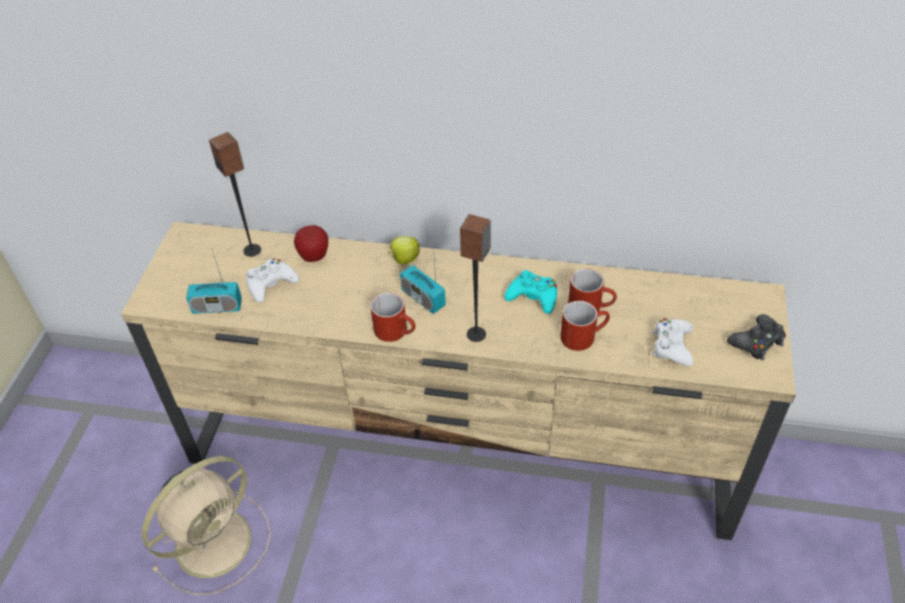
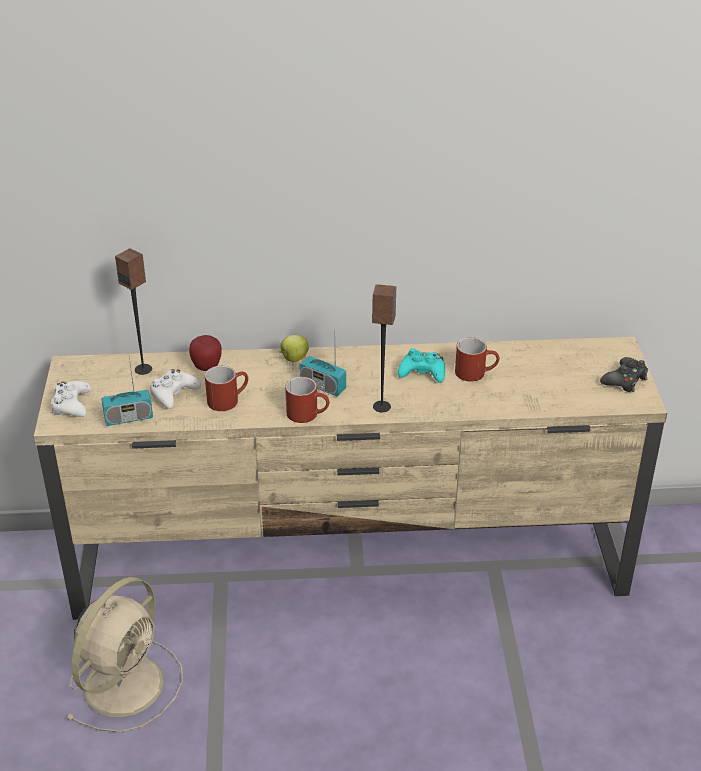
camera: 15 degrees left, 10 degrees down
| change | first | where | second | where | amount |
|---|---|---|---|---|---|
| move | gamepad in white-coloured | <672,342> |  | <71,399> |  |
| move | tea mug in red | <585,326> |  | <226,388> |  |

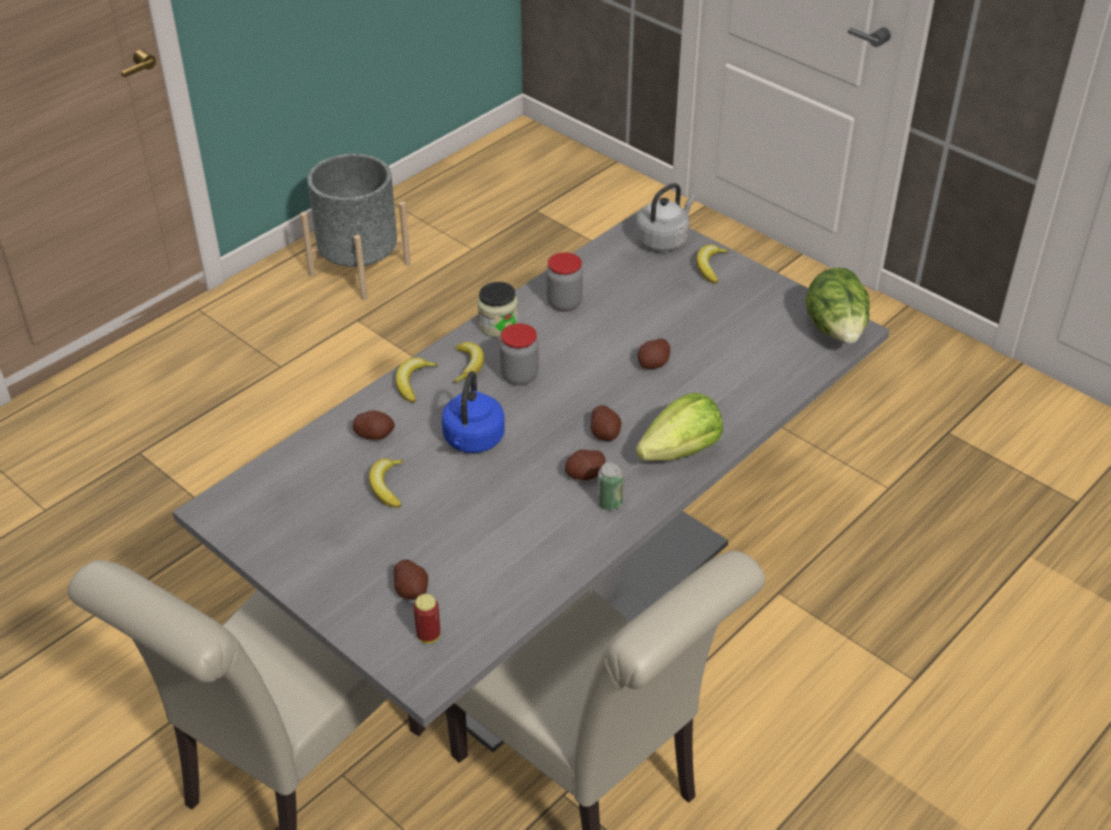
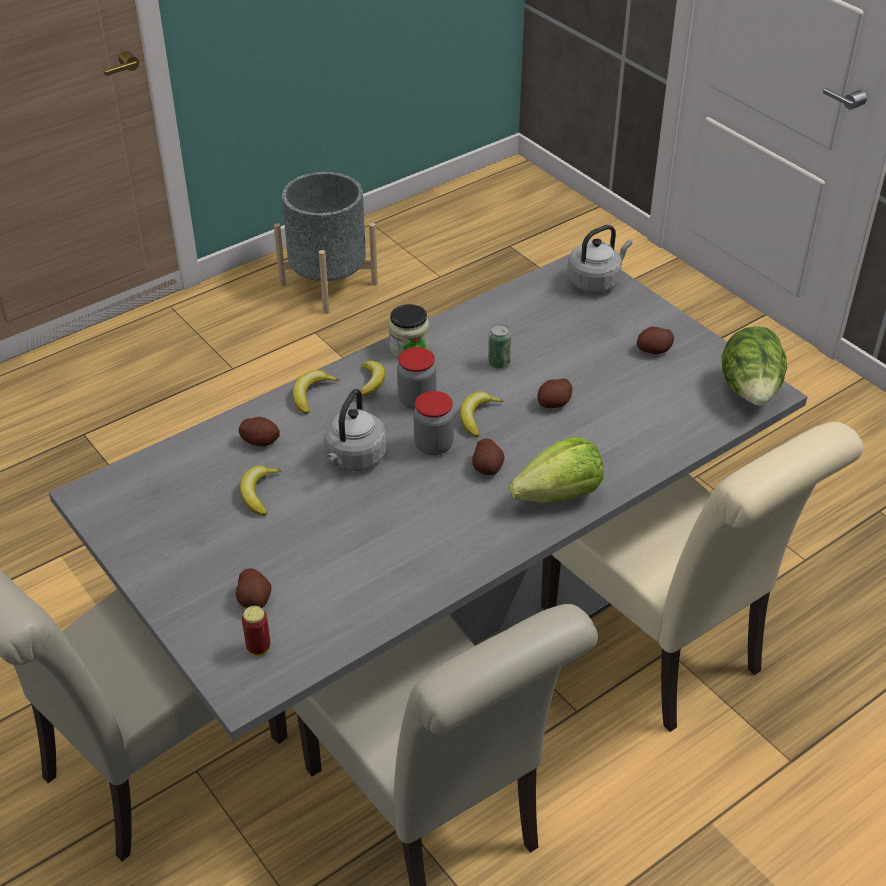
camera: 10 degrees right, 0 degrees up
| change | first | where | second | where | amount |
|---|---|---|---|---|---|
| recolor | tea kettle in blue-coloured | <473,412> | tea kettle in grey | <355,430> |  |
| move | preserve jar | <564,281> |  | <434,423> |  |
| move | whole banana | <712,264> |  | <482,414> |  |
| move | metal can | <610,486> |  | <499,346> |  |
| insert |  |  | plain chair in beige-coloured | <702,577> |  |
| move | potato | <585,464> |  | <655,340> |  |

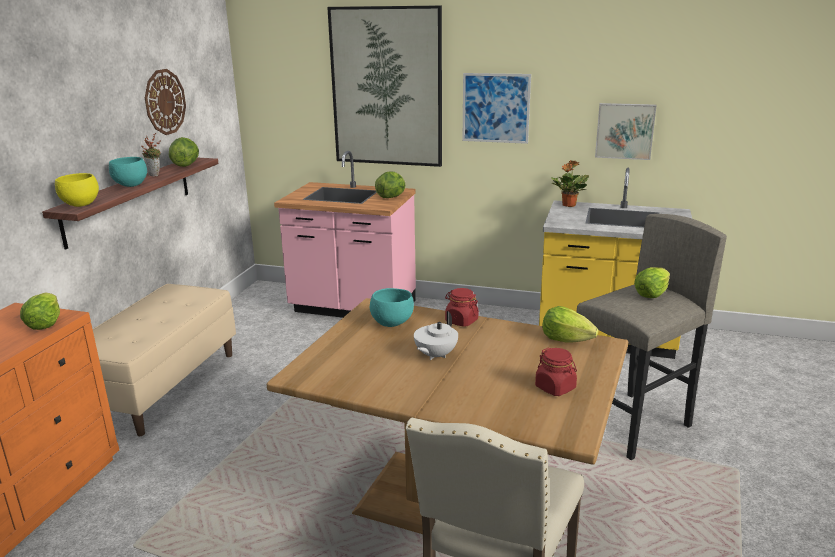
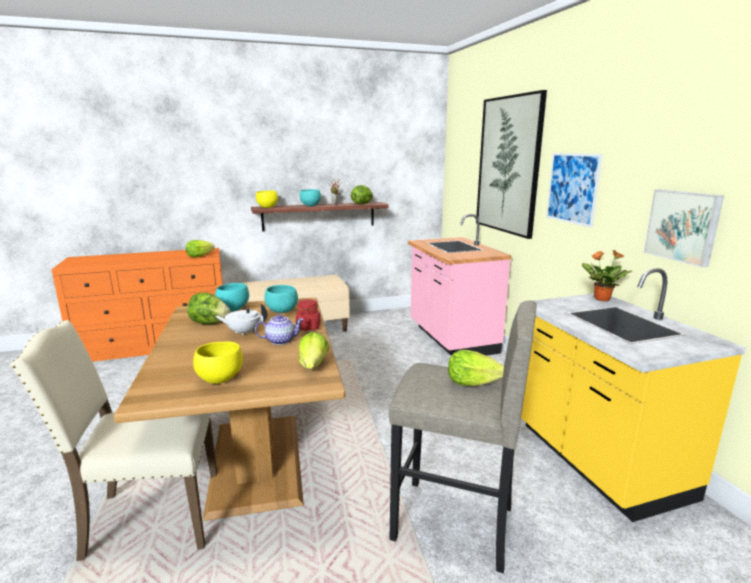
camera: 55 degrees right, 5 degrees down
| change | first | where | second | where | amount |
|---|---|---|---|---|---|
| move | head of lettuce | <390,185> |  | <208,308> |  |
| replace | preserve jar in red | <556,372> | serving bowl in yellowish | <218,362> |  |
| insert |  |  | serving bowl in turquoise-coloured | <232,297> |  |
| insert |  |  | pot for tea | <279,329> |  |
| delete | wall clock | <165,102> |  |  |  |

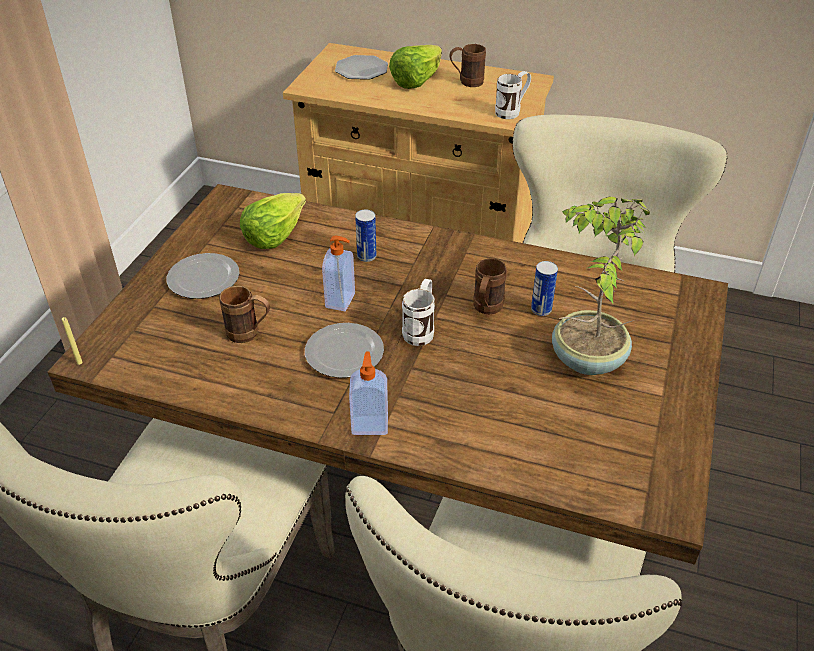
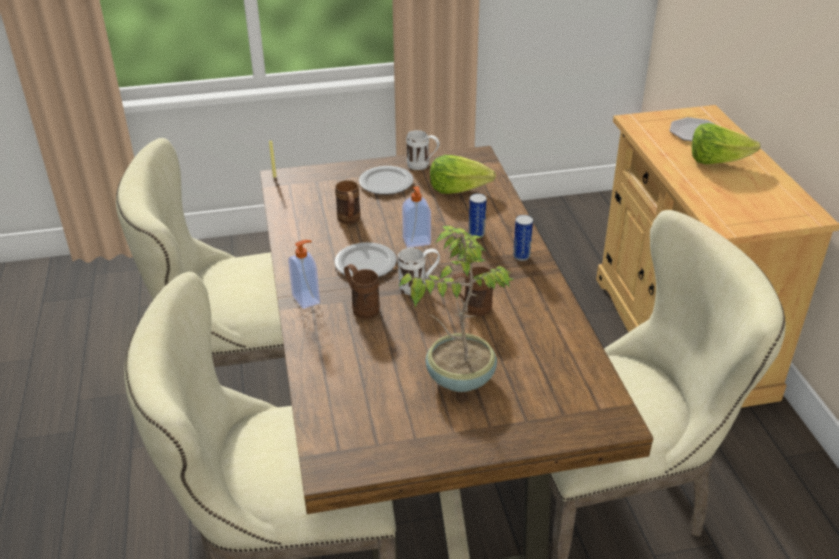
camera: 60 degrees right, 5 degrees down
| change | first | where | second | where | amount |
|---|---|---|---|---|---|
| move | tea mug in brown | <467,65> |  | <362,291> |  |
| move | tea mug in white-coloured | <513,95> |  | <423,150> |  |
| move | metal can | <544,288> |  | <523,238> |  |

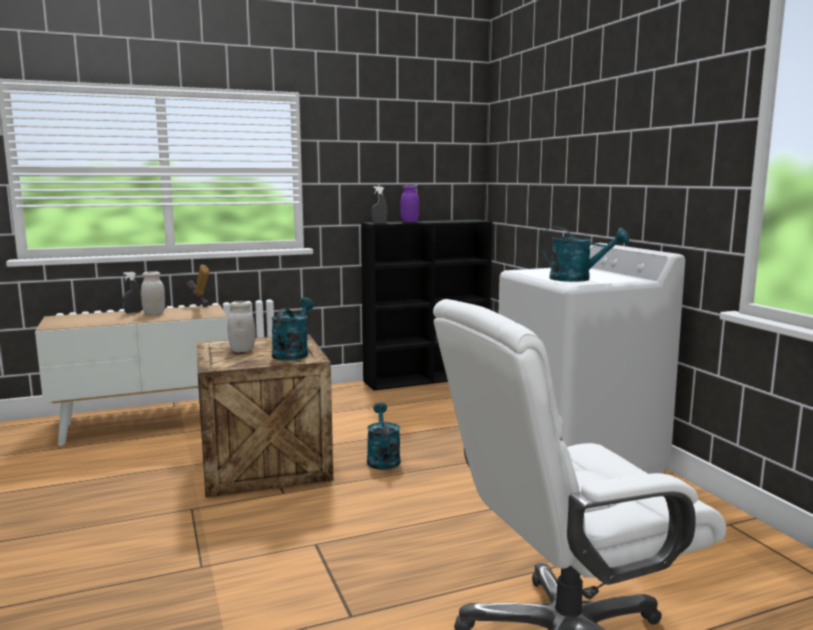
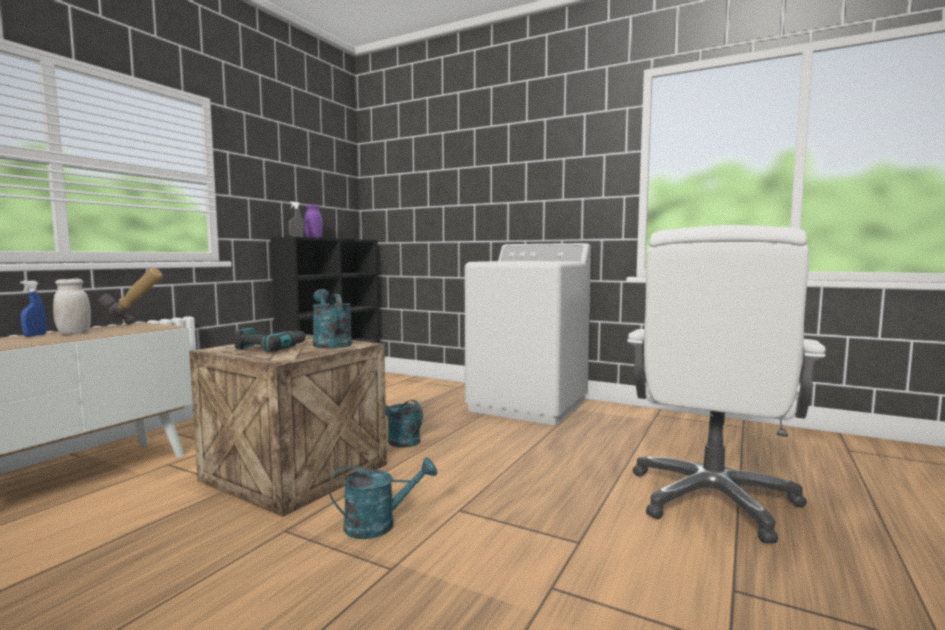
camera: 40 degrees left, 5 degrees down
| change | first | where | second | where | amount |
|---|---|---|---|---|---|
| recolor | hand sprayer in grey | <132,292> | hand sprayer in blue-coloured | <33,308> |  |
| replace | preserve jar in white-coloured | <241,326> | electric drill | <270,340> |  |
| move | watering pot in turquoise-coloured | <585,254> |  | <383,498> |  |

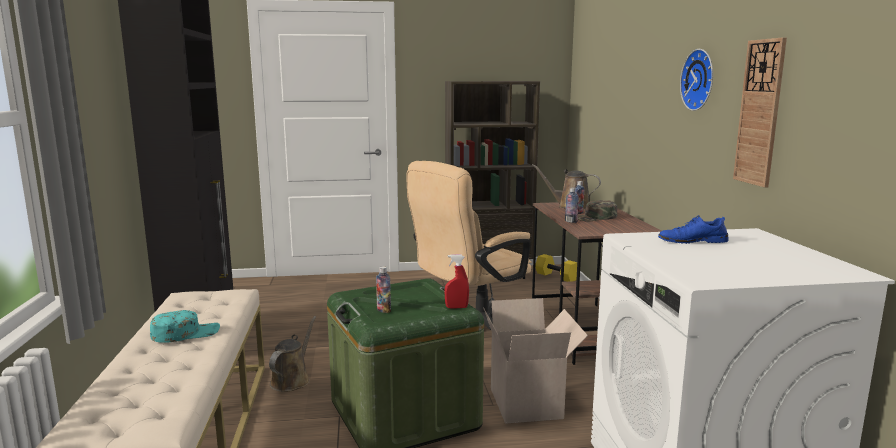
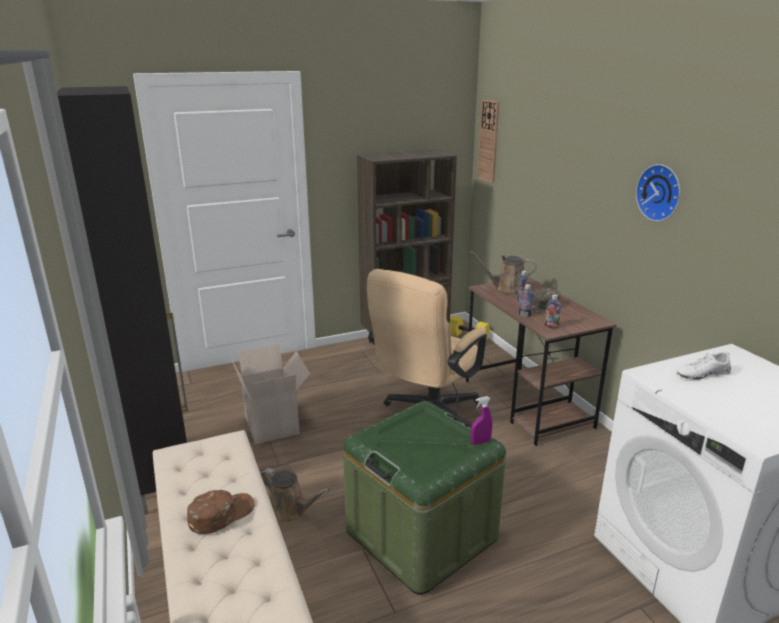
camera: 15 degrees left, 10 degrees up
| change | first | where | second | where | amount |
|---|---|---|---|---|---|
| recolor | baseball cap in turquoise-coloured | <185,326> | baseball cap in brown | <221,512> |  |
| move | carton | <536,361> |  | <271,394> |  |
| rotate | watering pot in brown | <292,354> |  | <295,495> | 120 degrees clockwise |
| recolor | hand sprayer in red | <456,281> | hand sprayer in purple | <481,420> |  |
| move | wall clock | <760,112> |  | <488,141> |  |
| move | bottle | <383,289> |  | <553,311> |  |
| recolor | low shoe in blue-coloured | <693,229> | low shoe in white-coloured | <703,366> |  |

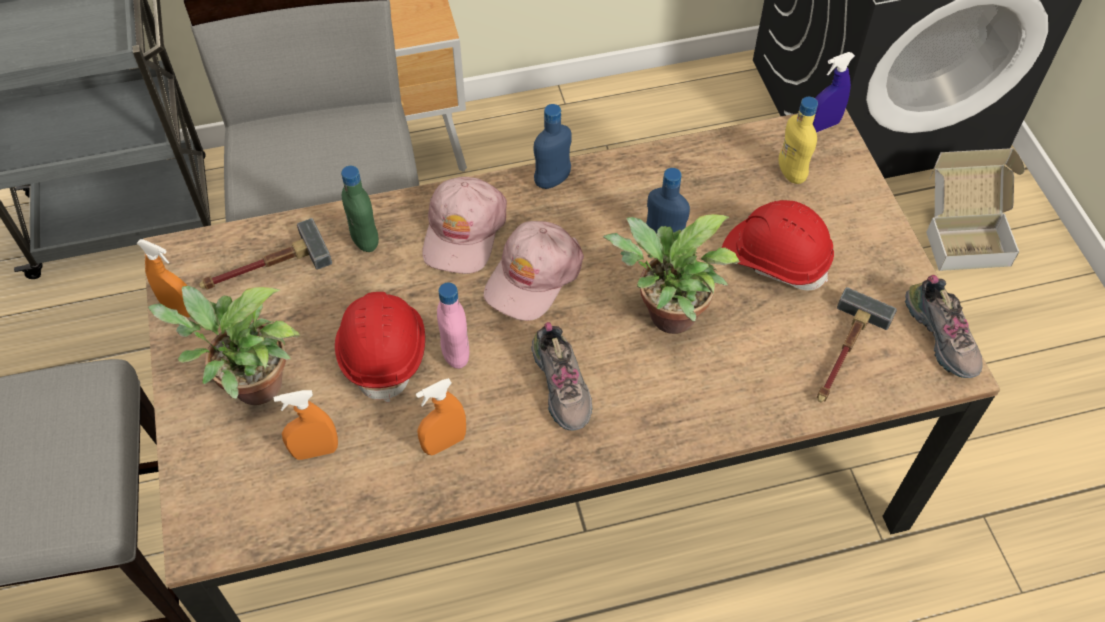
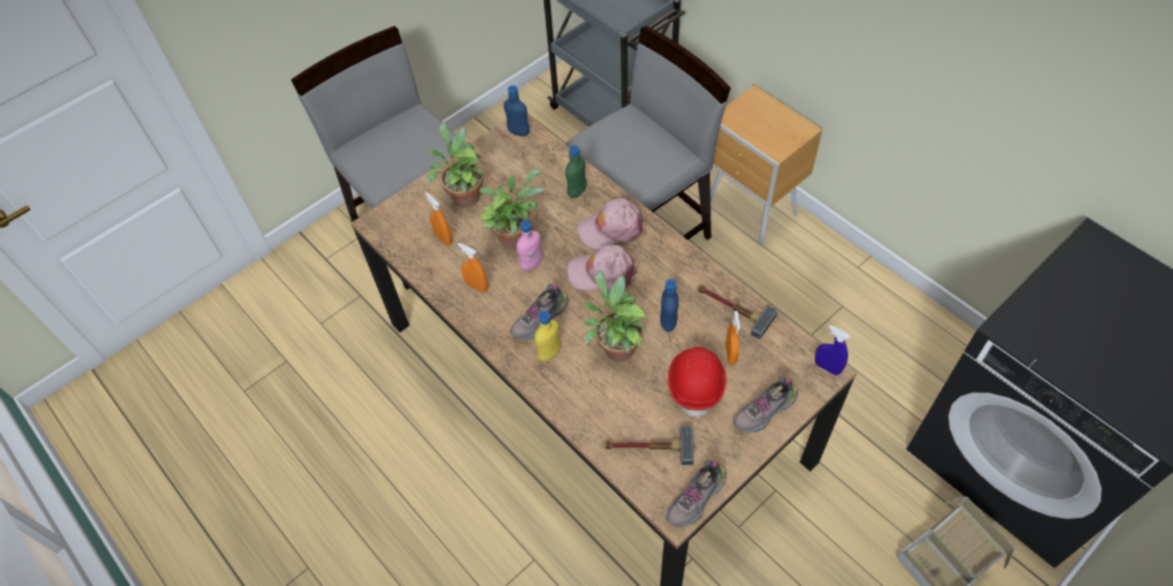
camera: 65 degrees right, 0 degrees up
| change | first | where | second | where | amount |
|---|---|---|---|---|---|
| replace | safety helmet in red | <380,347> | houseplant | <511,209> |  |
| move | bottle in blue-coloured | <553,146> |  | <517,110> |  |
| move | bottle in yellowish | <798,140> |  | <548,336> |  |
| move | tool hammer | <265,254> |  | <737,312> |  |
| move | hand sprayer in orange | <163,278> |  | <733,338> |  |
| insert |  |  | low shoe | <765,404> |  |

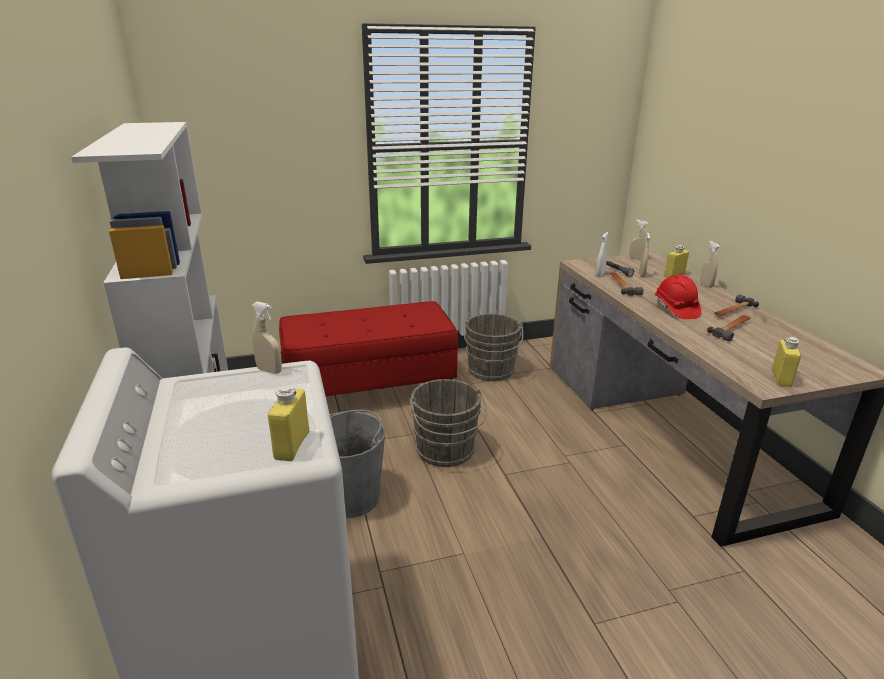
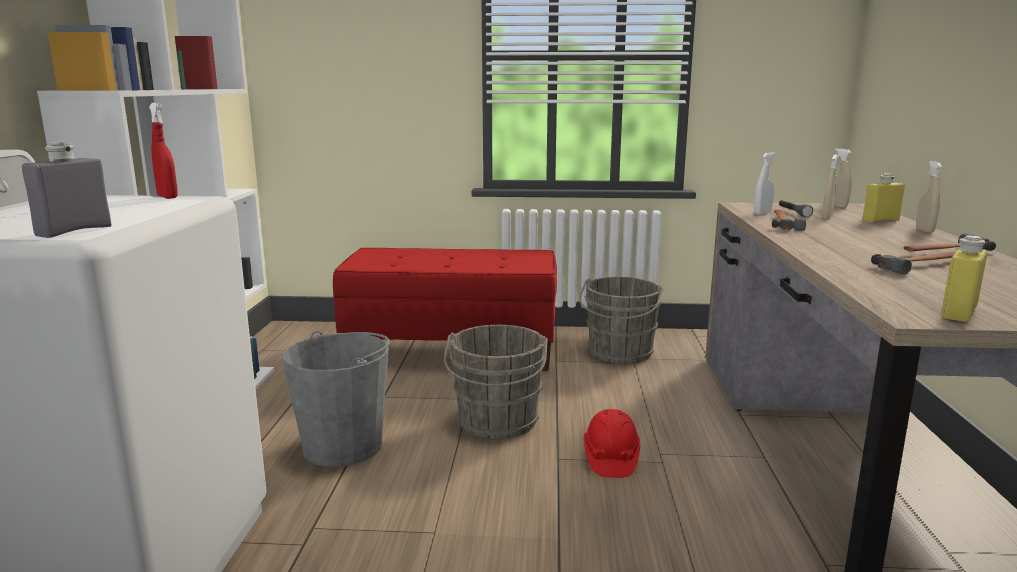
camera: 20 degrees right, 10 degrees down
| change | first | where | second | where | amount |
|---|---|---|---|---|---|
| recolor | bottle in yellowish | <288,423> | bottle in grey | <66,190> |  |
| recolor | hand sprayer in beige-coloured | <267,338> | hand sprayer in red | <163,151> |  |
| move | safety helmet in red | <678,297> |  | <612,443> |  |

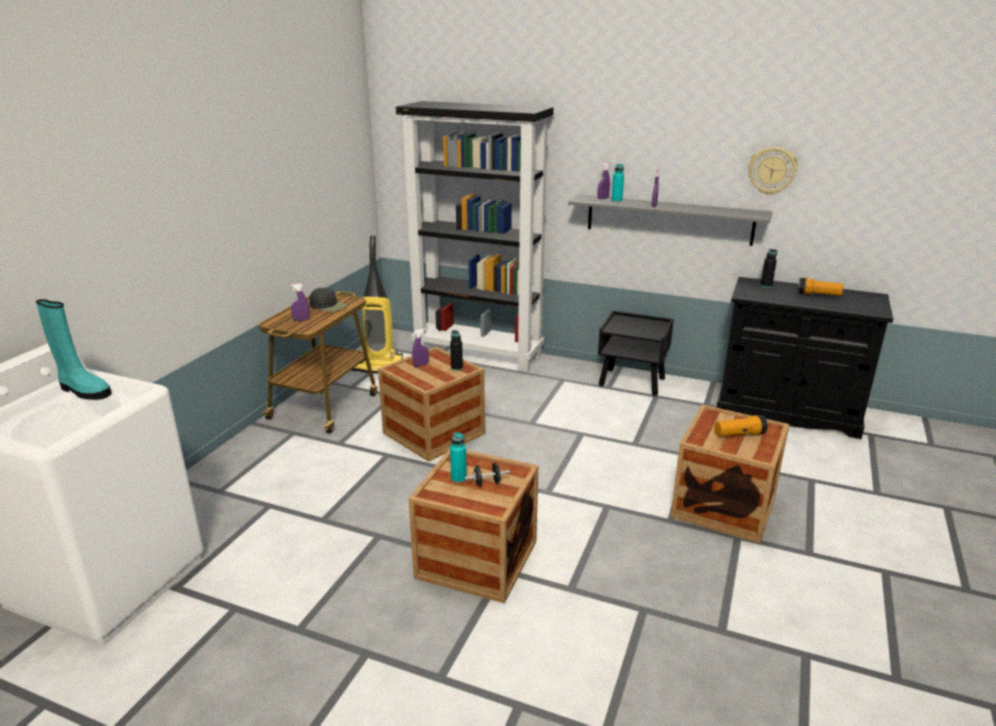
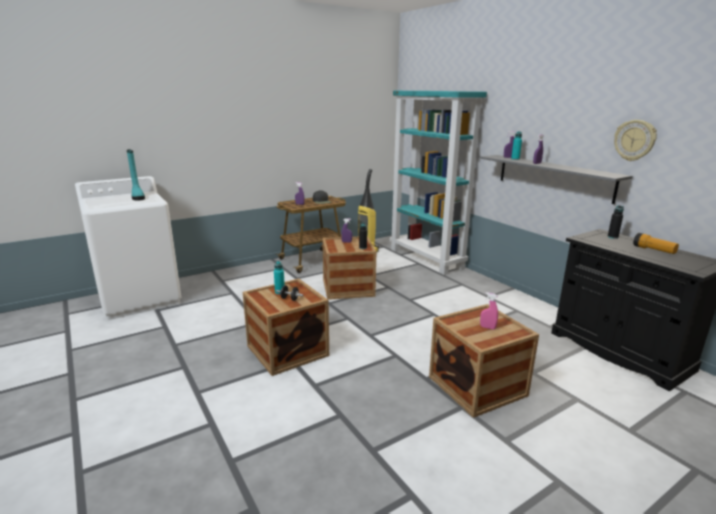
camera: 35 degrees right, 5 degrees down
| change | first | where | second | where | amount |
|---|---|---|---|---|---|
| recolor | shelving unit in black | <475,236> | shelving unit in turquoise-coloured | <438,183> |  |
| replace | torch | <741,425> | hand sprayer in pink | <489,310> |  |
| delete | night table in black | <636,353> |  |  |  |

